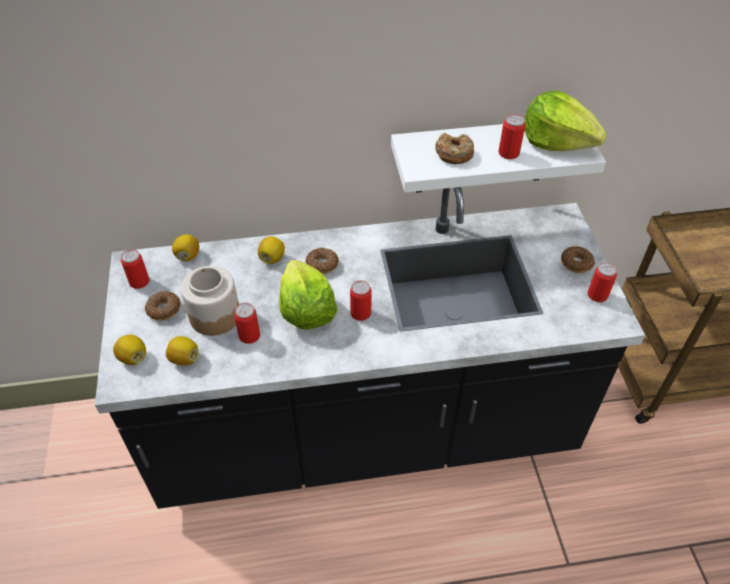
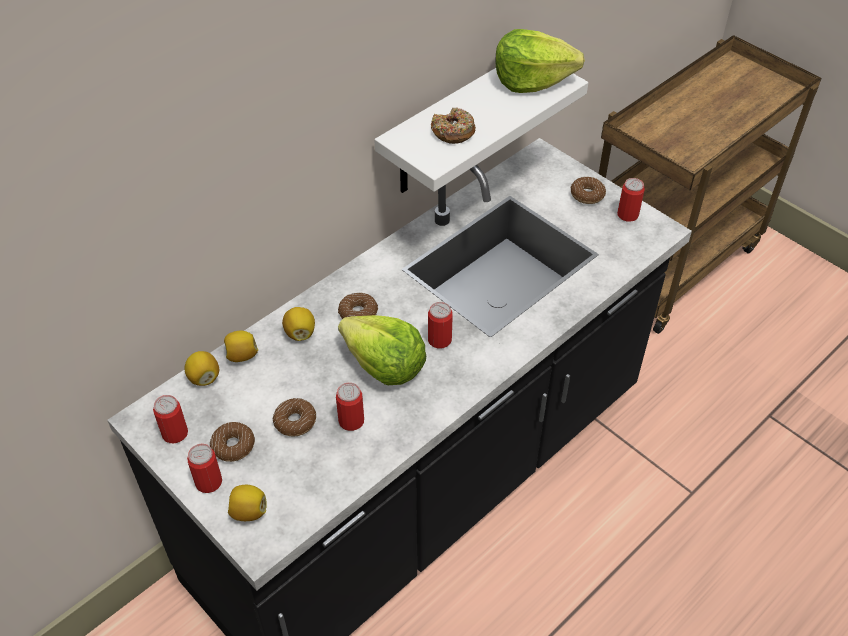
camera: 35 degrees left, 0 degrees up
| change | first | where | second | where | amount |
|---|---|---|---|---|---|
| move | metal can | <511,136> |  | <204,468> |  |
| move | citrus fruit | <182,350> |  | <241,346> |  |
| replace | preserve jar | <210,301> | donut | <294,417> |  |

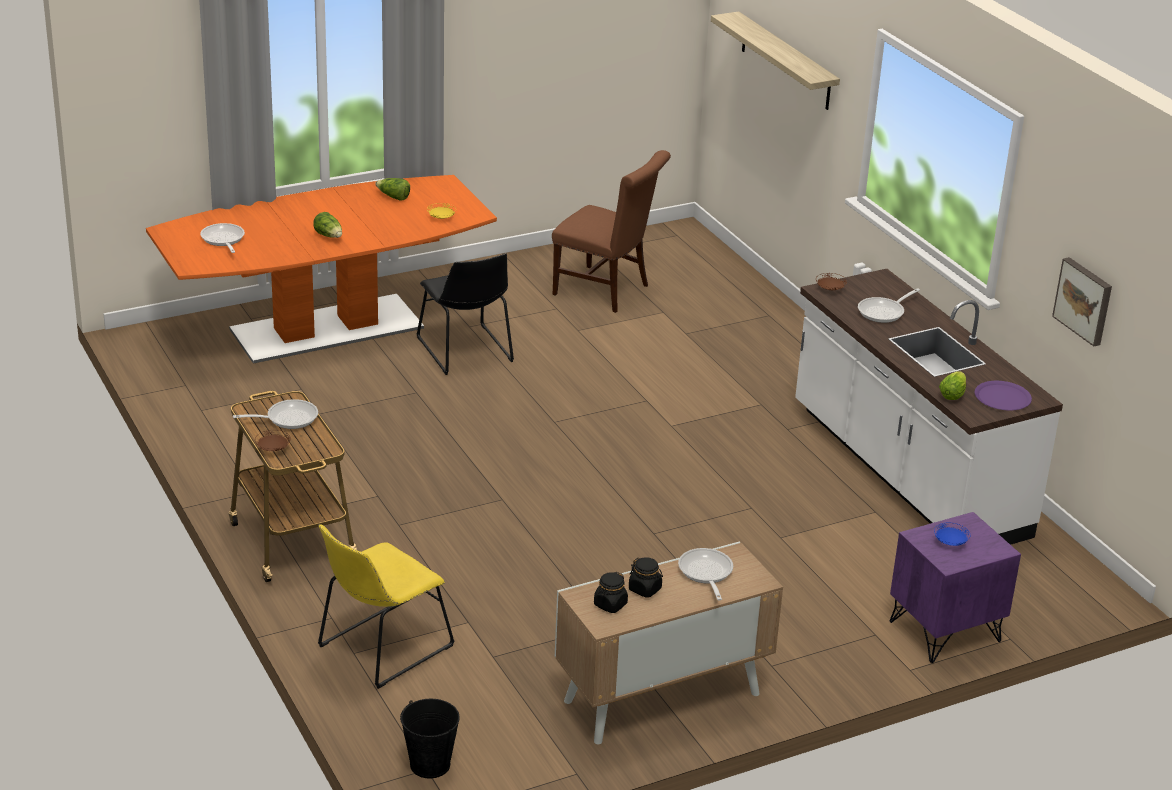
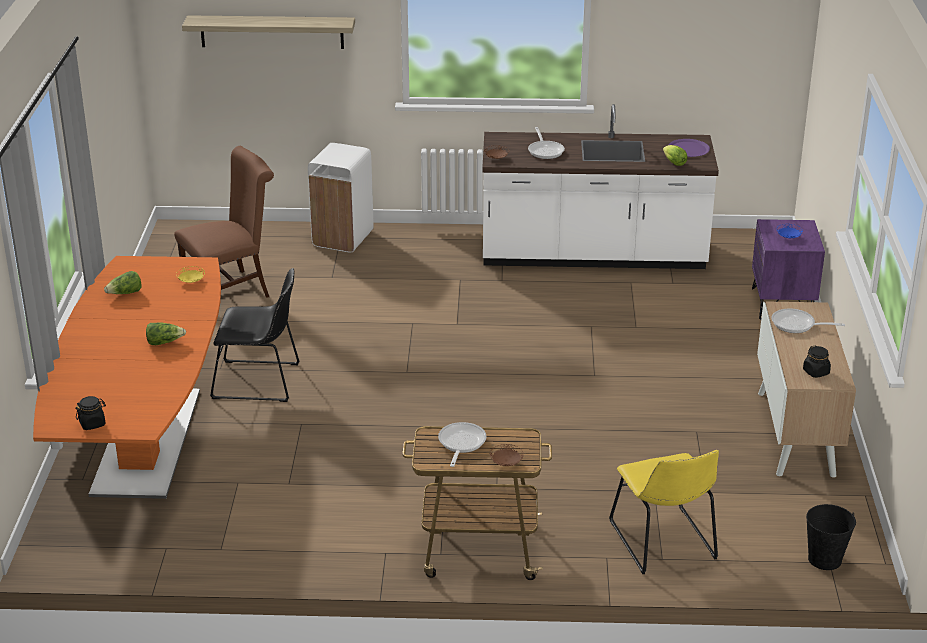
camera: 60 degrees left, 0 degrees up
| change | first | where | second | where | amount |
|---|---|---|---|---|---|
| move | preserve jar in black | <646,577> |  | <90,413> |  |
| insert |  |  | rubbish bin in white-coloured | <341,197> |  |
| delete | frying pan | <222,238> |  |  |  |
| delete | wall art | <1082,301> |  |  |  |

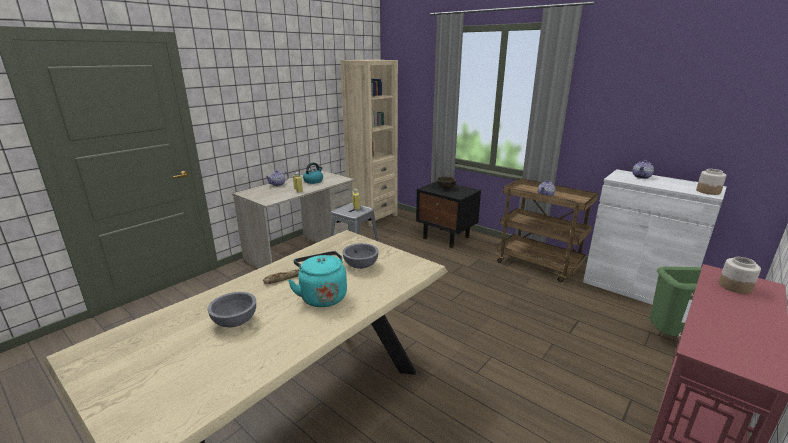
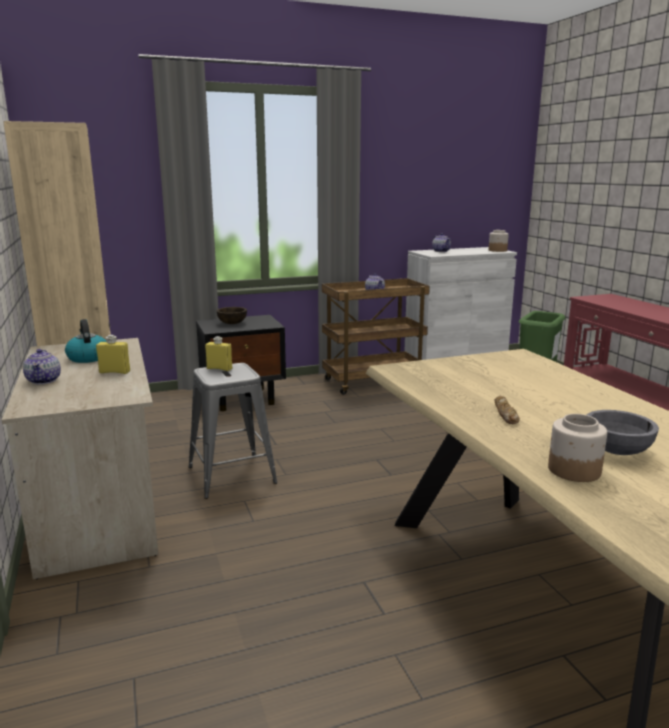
camera: 60 degrees left, 5 degrees down
| change | first | where | second | where | amount |
|---|---|---|---|---|---|
| move | preserve jar | <740,275> |  | <577,448> |  |
| delete | tea kettle in turquoise-coloured | <317,279> |  |  |  |
| delete | serving bowl in grey | <360,256> |  |  |  |

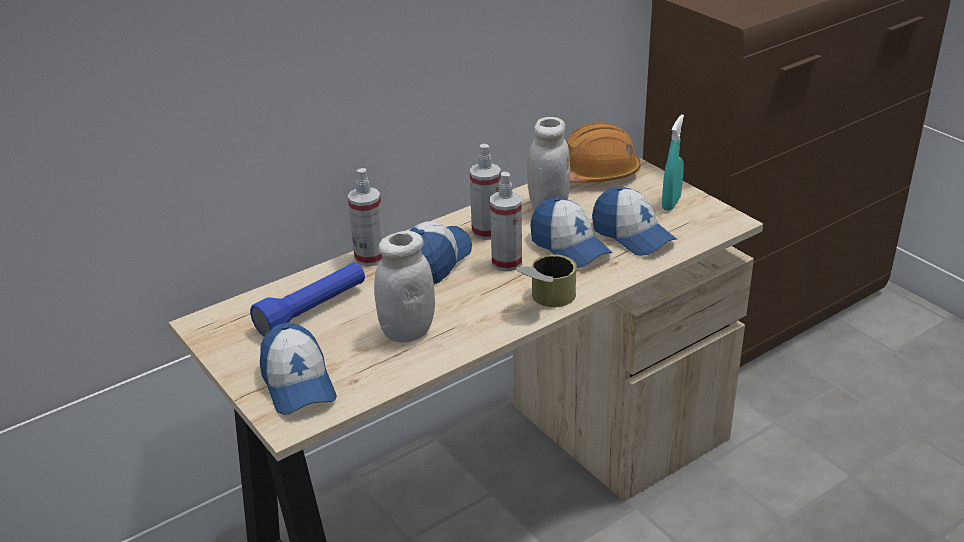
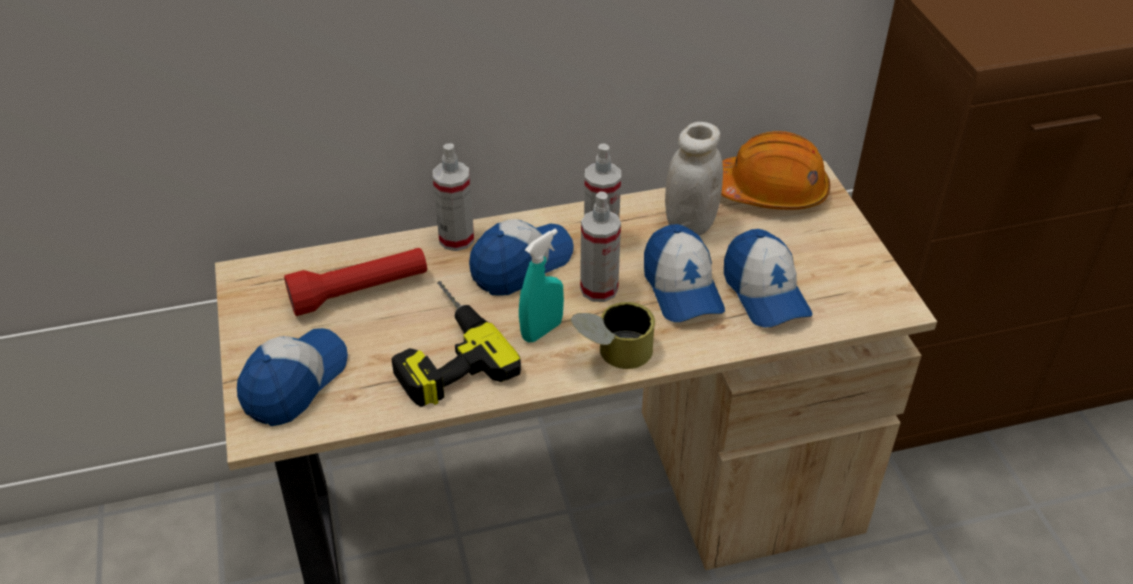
camera: 20 degrees right, 10 degrees up
| change | first | where | second | where | amount |
|---|---|---|---|---|---|
| rotate | baseball cap | <298,368> |  | <292,377> | 150 degrees counterclockwise |
| recolor | torch in blue-coloured | <307,299> | torch in red | <355,282> |  |
| replace | preserve jar in white-coloured | <404,286> | electric drill | <456,344> |  |
| move | hand sprayer in turquoise-coloured | <673,162> |  | <541,285> |  |

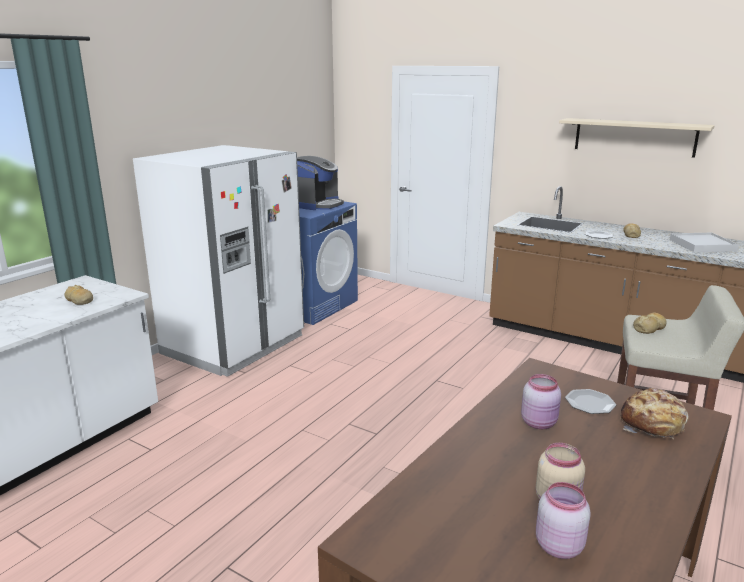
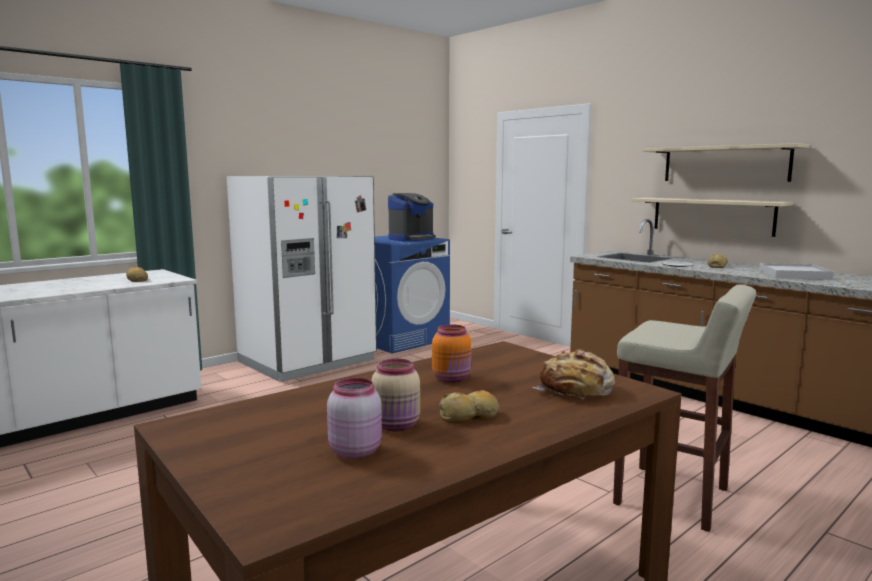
camera: 15 degrees right, 10 degrees down
| change | first | where | second | where | amount |
|---|---|---|---|---|---|
| recolor | preserve jar in pink | <541,401> | preserve jar in orange | <452,353> |  |
| move | baked bread | <649,323> |  | <469,406> |  |
| insert |  |  | bracket shelf in beige-coloured | <712,217> |  |
| delete | flat dish | <590,401> |  |  |  |

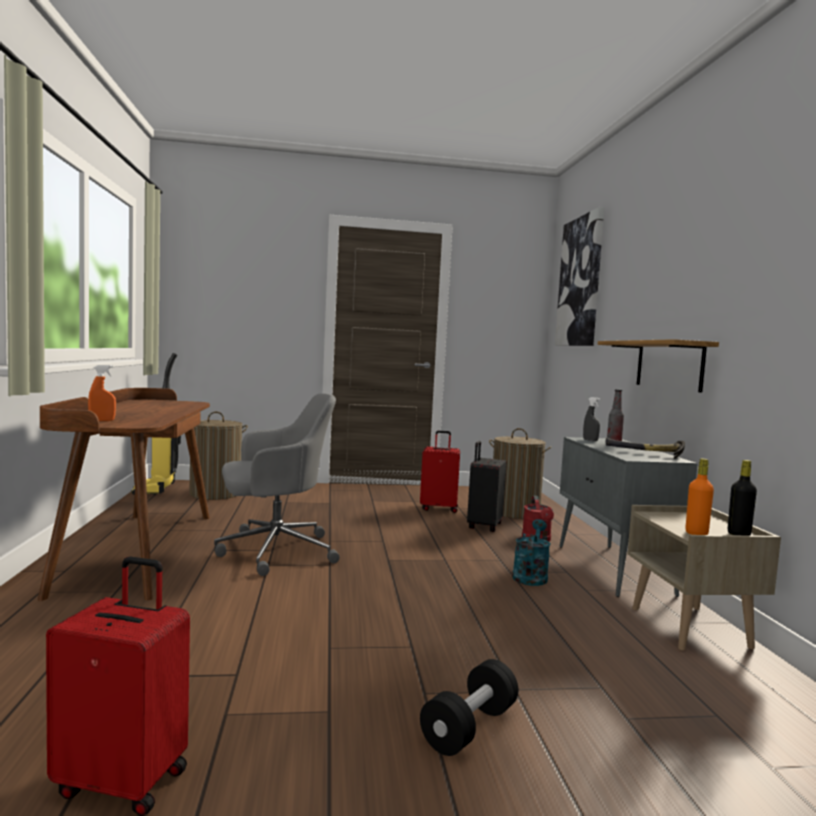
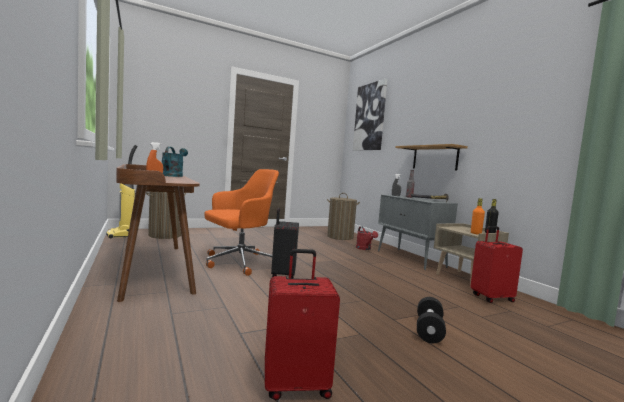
camera: 20 degrees left, 0 degrees up
| change | first | where | second | where | amount |
|---|---|---|---|---|---|
| move | watering pot in turquoise-coloured | <531,552> |  | <175,162> |  |
| recolor | desk chair in grey | <277,484> | desk chair in orange | <241,222> |  |
| move | piece of luggage in black | <487,486> |  | <285,243> |  |
| move | piece of luggage in red | <440,472> |  | <496,264> |  |

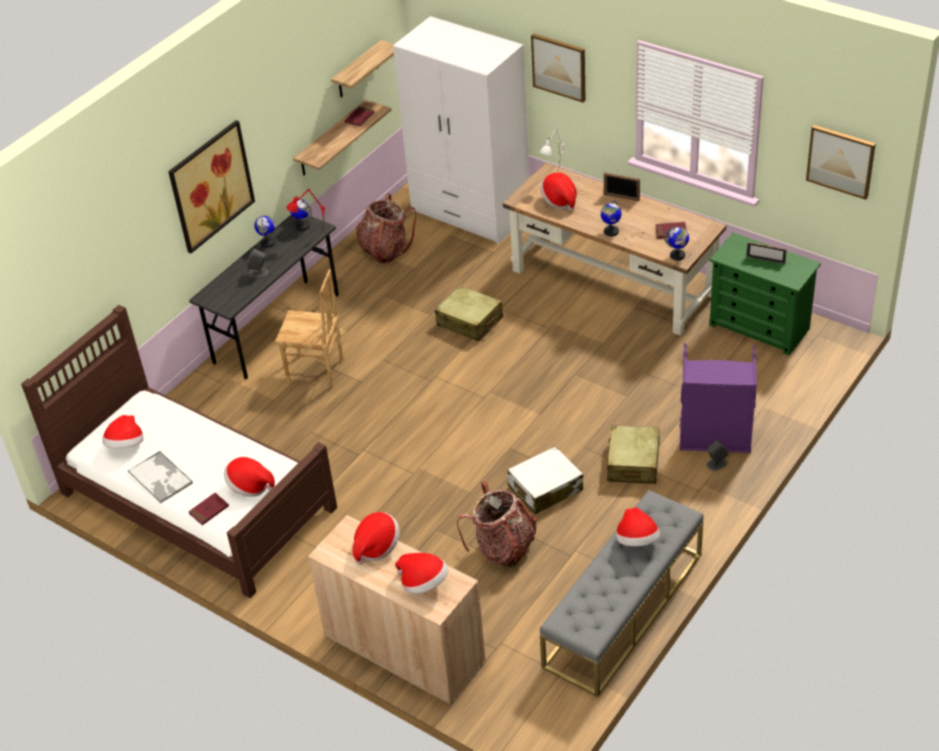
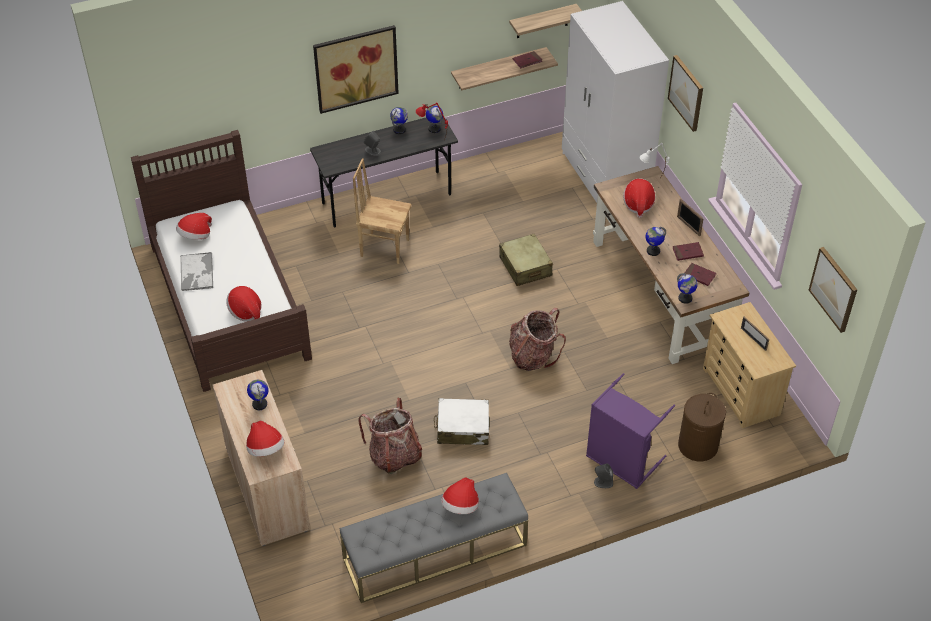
camera: 30 degrees right, 5 degrees up
| change | first | where | second | where | amount |
|---|---|---|---|---|---|
| replace | hat | <376,538> | world globe | <258,394> |  |
| rotate | plain chair in brown | <308,328> |  | <382,211> | 150 degrees clockwise |
| move | knapsack | <386,228> |  | <537,339> |  |
| move | volume in red | <209,509> |  | <688,251> |  |
| insert |  |  | washing basket in brown | <702,427> |  |
| recolor | chest of drawers in green | <765,294> | chest of drawers in beige-coloured | <749,365> |  |
| delete | piece of luggage in beige-coloured | <633,454> |  |  |  |

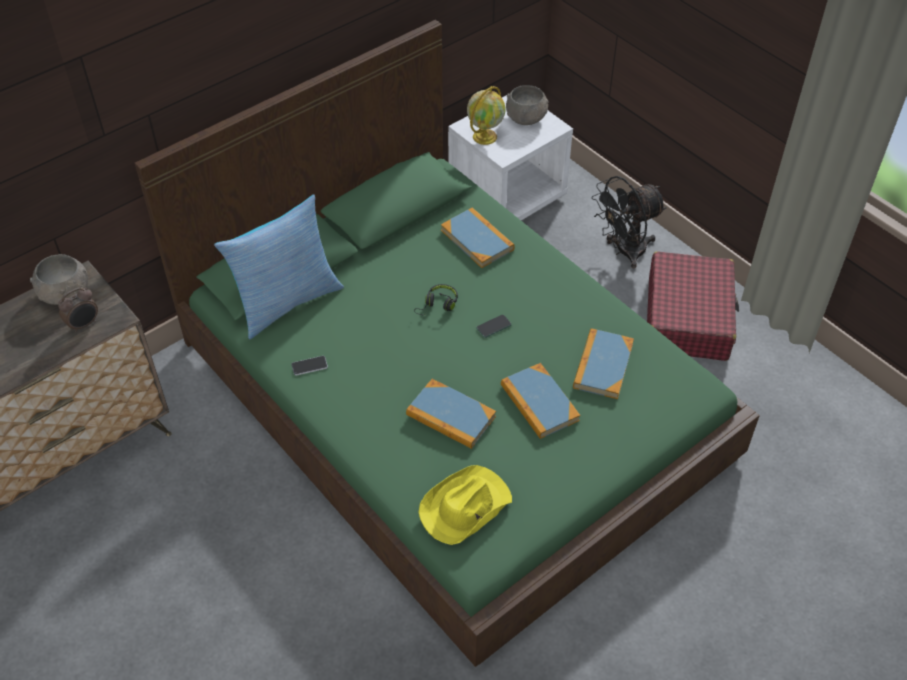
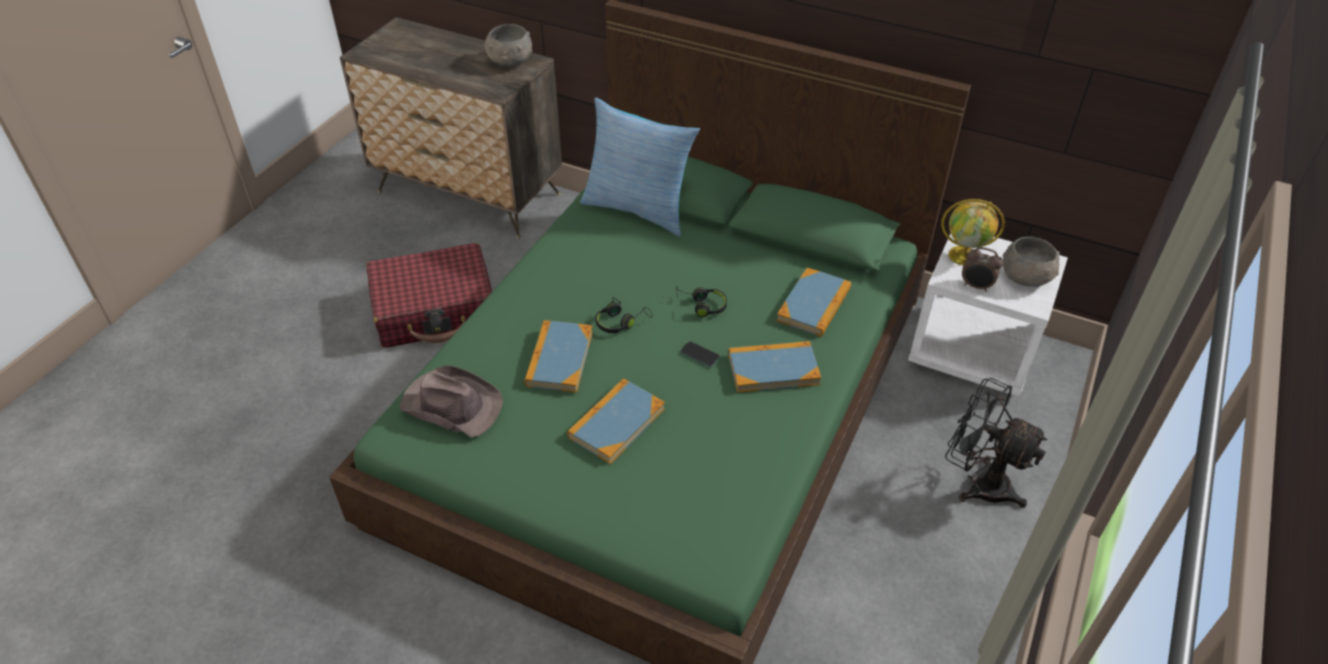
camera: 65 degrees right, 5 degrees down
| change | first | where | second | where | amount |
|---|---|---|---|---|---|
| move | piece of luggage in red | <693,306> |  | <429,295> |  |
| recolor | hat in yellowish | <465,505> | hat in brown | <451,401> |  |
| insert |  |  | headphones in black | <624,315> |  |
| move | volume | <603,363> |  | <774,367> |  |
| move | table clock | <78,309> |  | <982,269> |  |
| delete | handset | <309,366> |  |  |  |

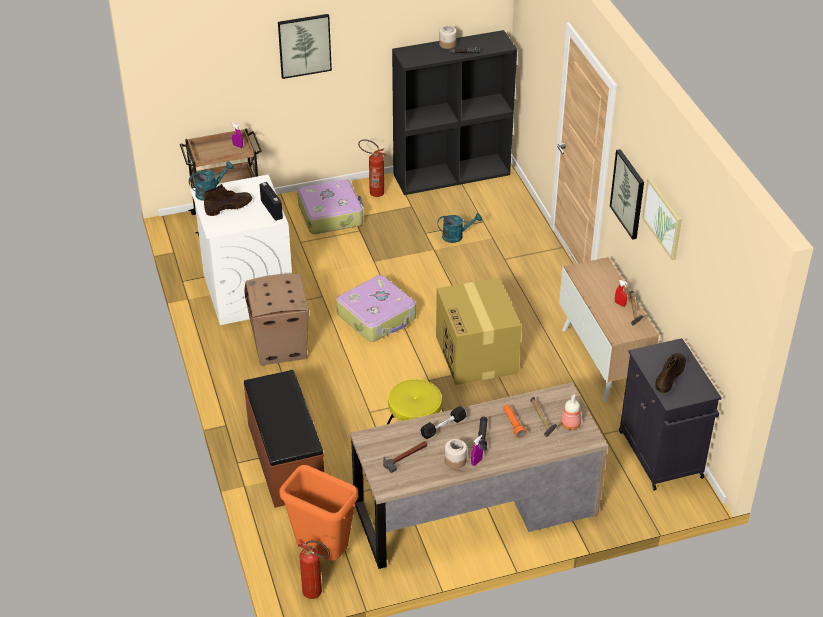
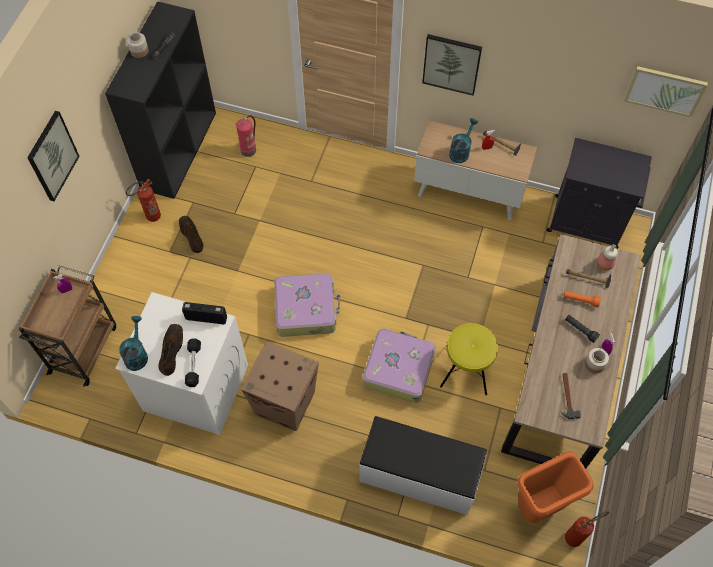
camera: 55 degrees left, 20 degrees up
| change | first | where | second | where | amount |
|---|---|---|---|---|---|
| move | tall boot in brown | <670,373> |  | <191,234> |  |
| move | dumbbell in black | <443,422> |  | <193,362> |  |
| insert |  |  | extinguisher | <245,136> |  |
| recolor | long seat in brown | <284,439> | long seat in white-coloured | <423,465> |  |
| move | piece of luggage | <330,206> |  | <399,365> |  |
| move | watering pot in turquoise-coloured | <459,228> |  | <463,140> |  |
| move | wall art | <662,218> |  | <666,91> |  |
| delete | carton | <479,331> |  |  |  |

